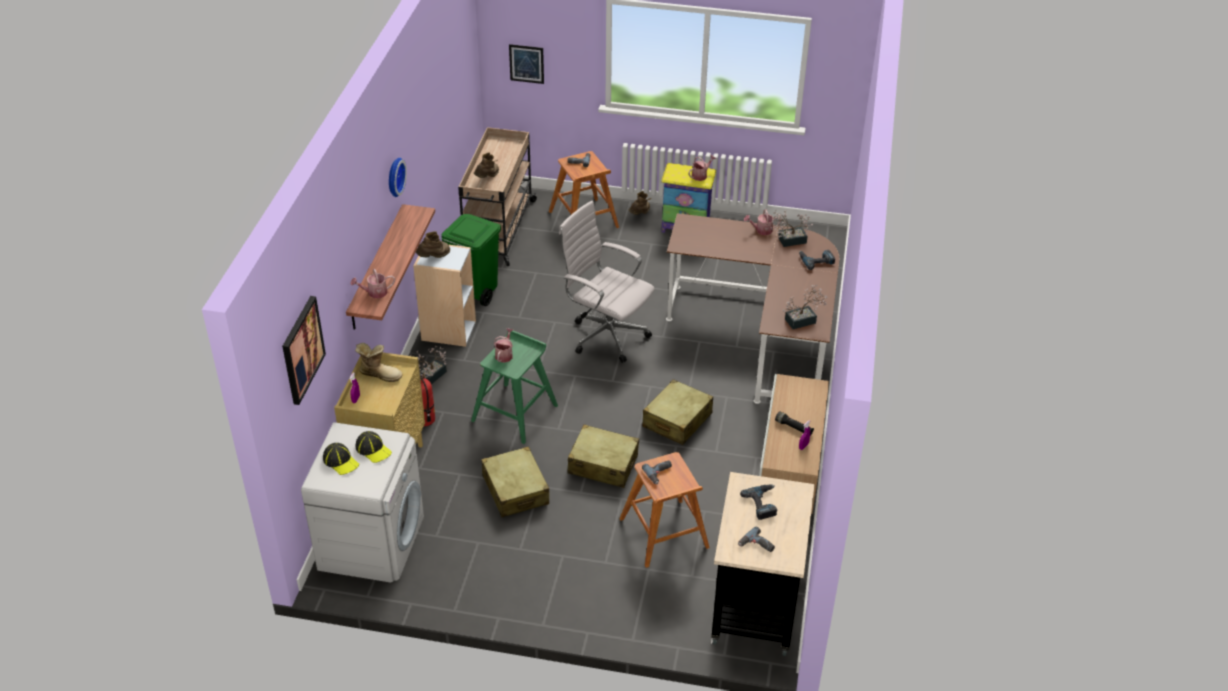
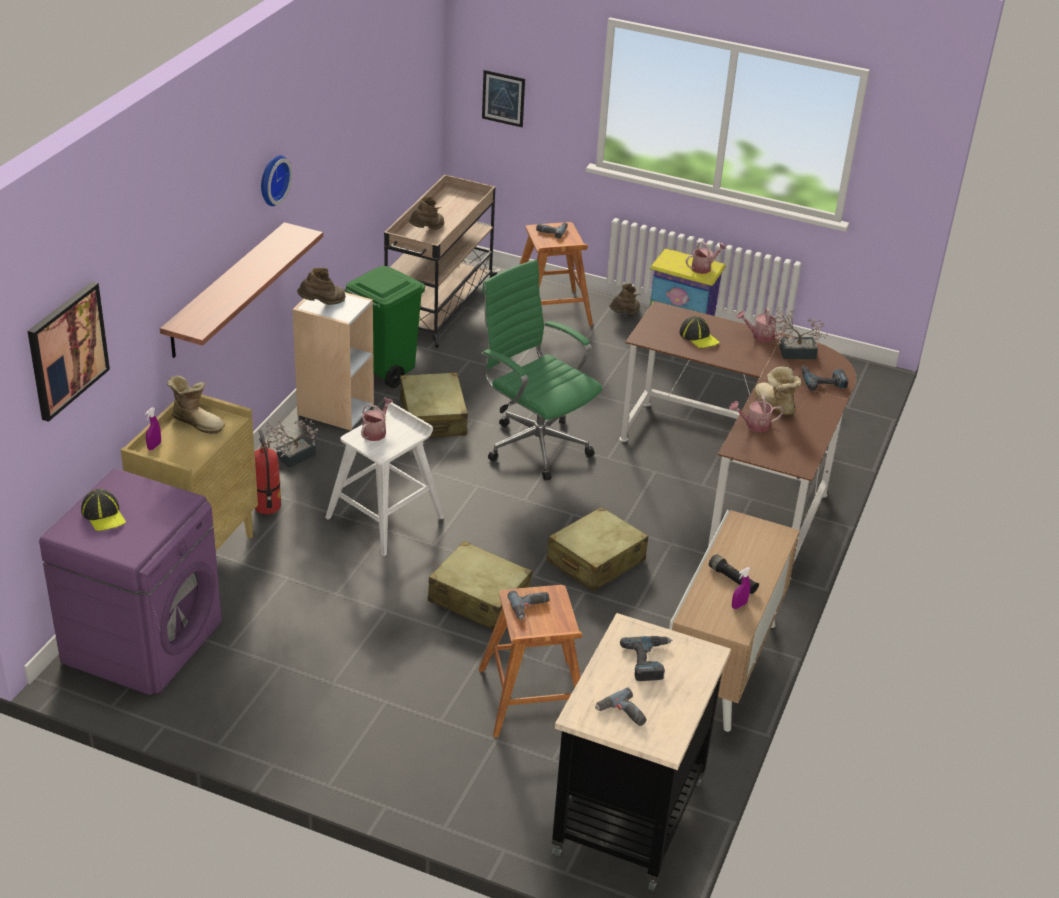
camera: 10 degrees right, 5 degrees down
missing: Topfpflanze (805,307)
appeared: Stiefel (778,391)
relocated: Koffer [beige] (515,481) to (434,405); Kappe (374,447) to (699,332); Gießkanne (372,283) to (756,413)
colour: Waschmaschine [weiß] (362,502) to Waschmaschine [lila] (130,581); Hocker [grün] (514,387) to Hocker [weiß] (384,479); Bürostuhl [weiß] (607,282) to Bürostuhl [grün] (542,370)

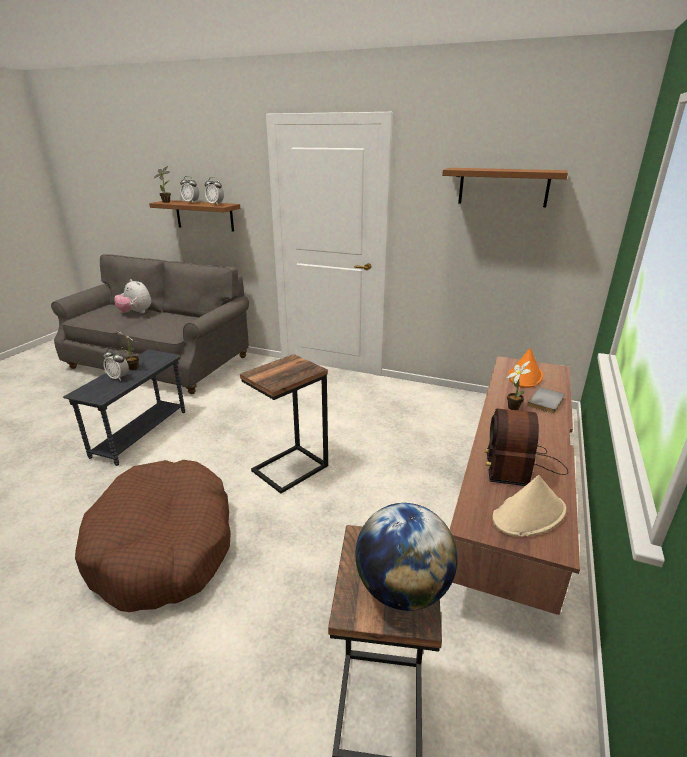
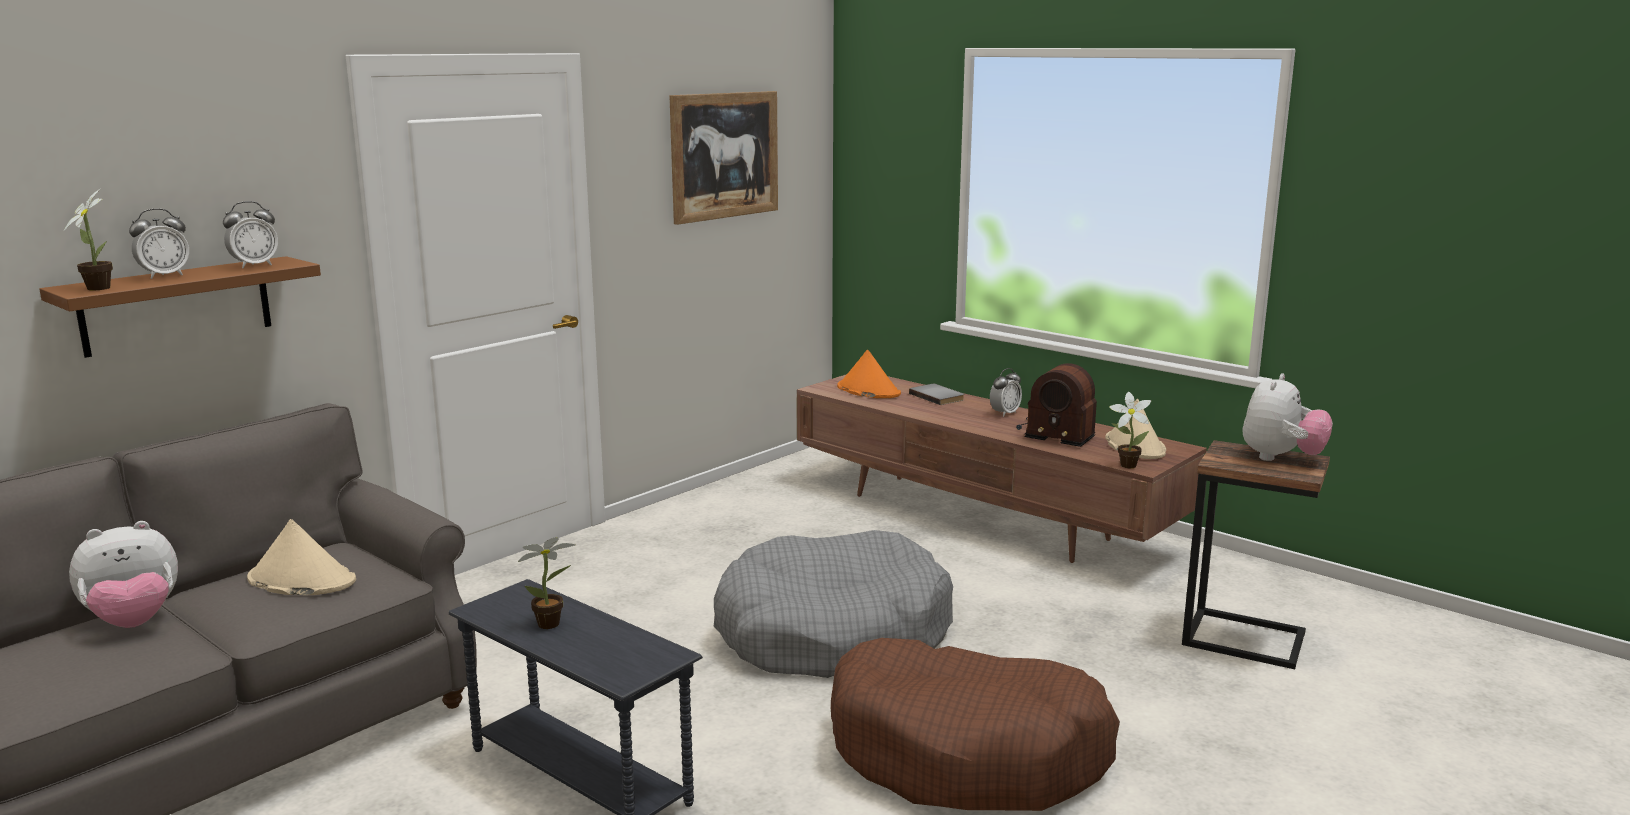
camera: 70 degrees left, 10 degrees down
appeared: Hut [beige] (301,557)
relocated: Wecker (116,364) to (1006,392); Topfpflanze (518,385) to (1130,430)
exchanged: Wandregal [braun] (505,187) to Bild (723,158); Beistelltisch (284,424) to Hundebett [grau] (833,604); Globus (406,557) to Plüschtier (1288,417)

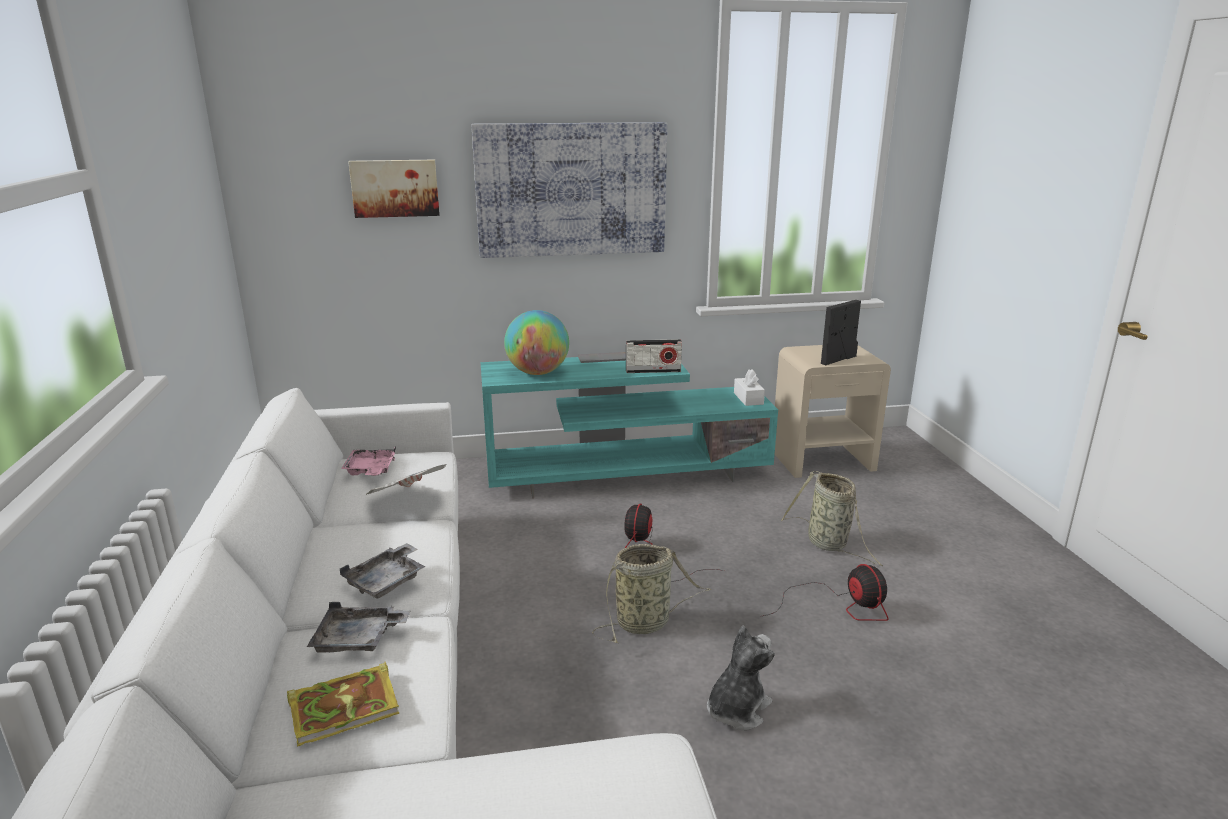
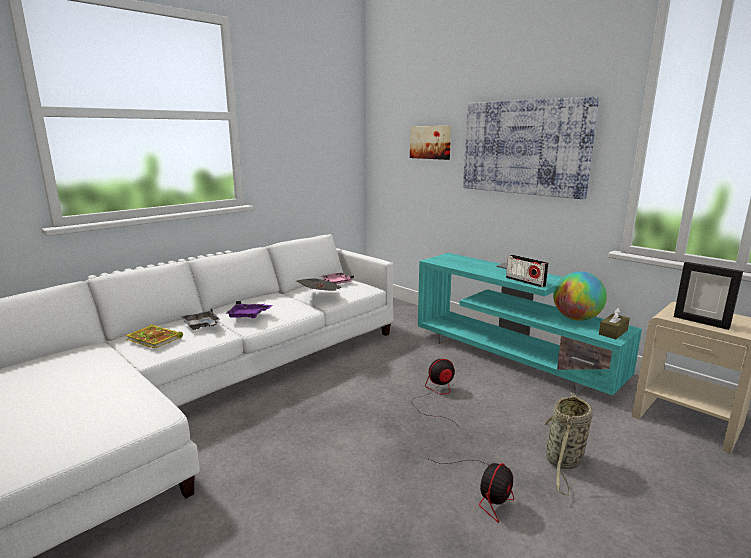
camera: 55 degrees right, 5 degrees down
missing: Korb (652,593); Plüschtier (740,678)
relocated: Globus (536,342) to (580,296)
colour: Tablett [grau] (383,571) to Tablett [lila] (249,309); Taschentuchbox [weiß] (749,388) to Taschentuchbox [braun] (614,323)
spun: Bilderrahmen (841,332) = (708,296) 150 degrees counterclockwise

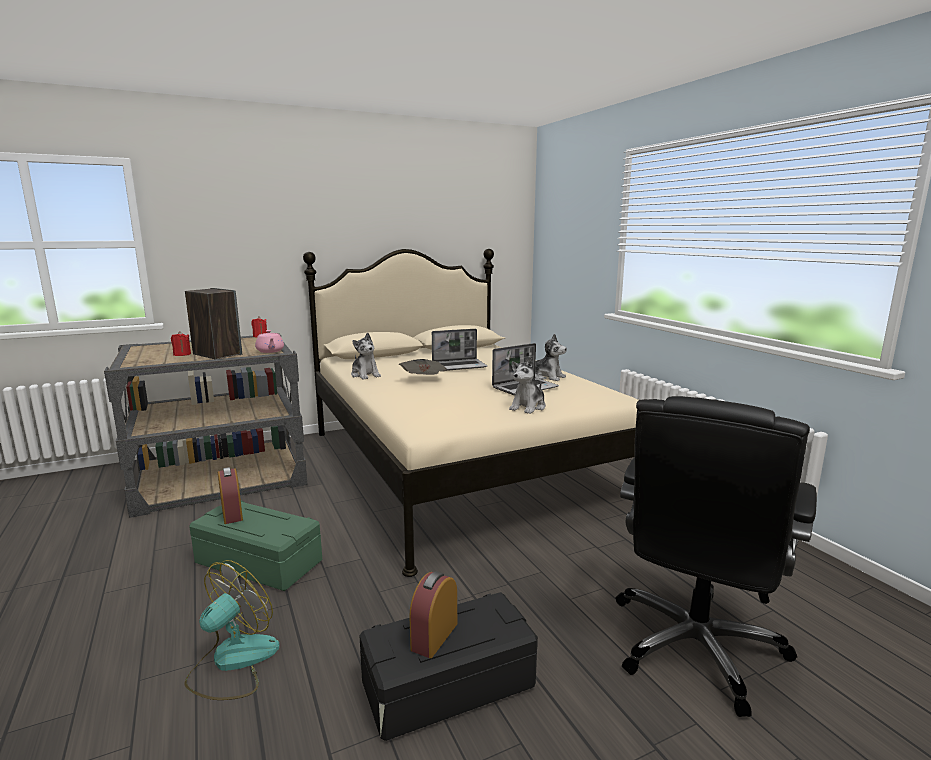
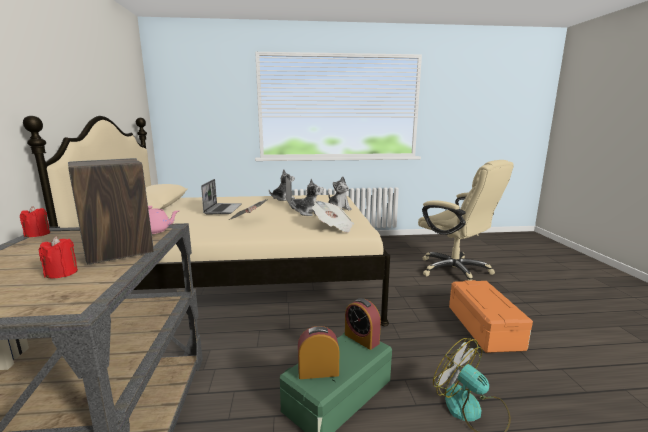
camera: 70 degrees left, 0 degrees up
appeared: Zeitung (333,217)
relocated: Plüschtier (366,356) to (307,197); Wecker (433,614) to (363,324)
colour: Bürostuhl [schwarz] (716,556) to Bürostuhl [beige] (466,220); Aufbewahrungsbox [schwarz] (448,666) to Aufbewahrungsbox [orange] (491,316)

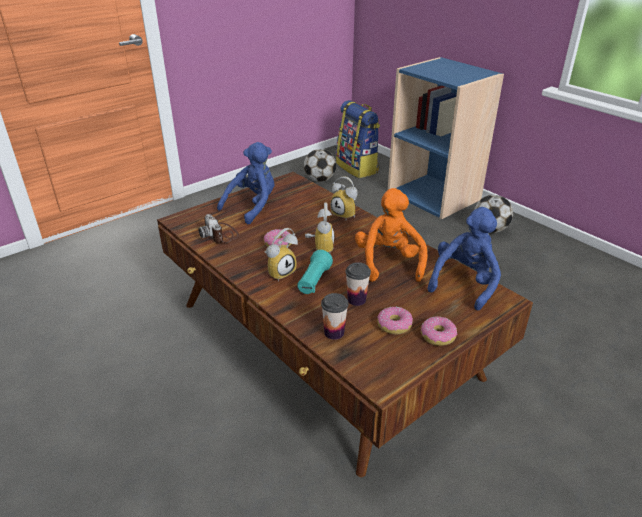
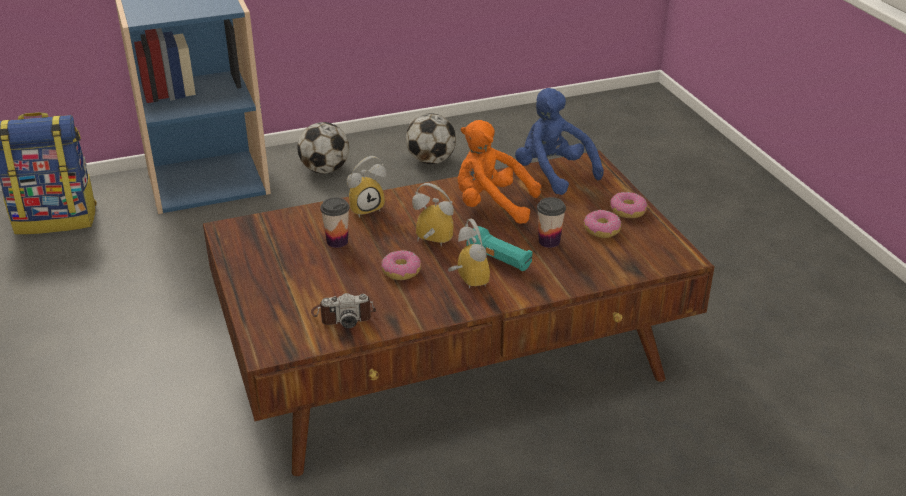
camera: 70 degrees left, 0 degrees up
missing: Plüschtier [blau] (246,183)
relocated: Tasse (334,316) to (334,222); Fußball (320,165) to (431,138)

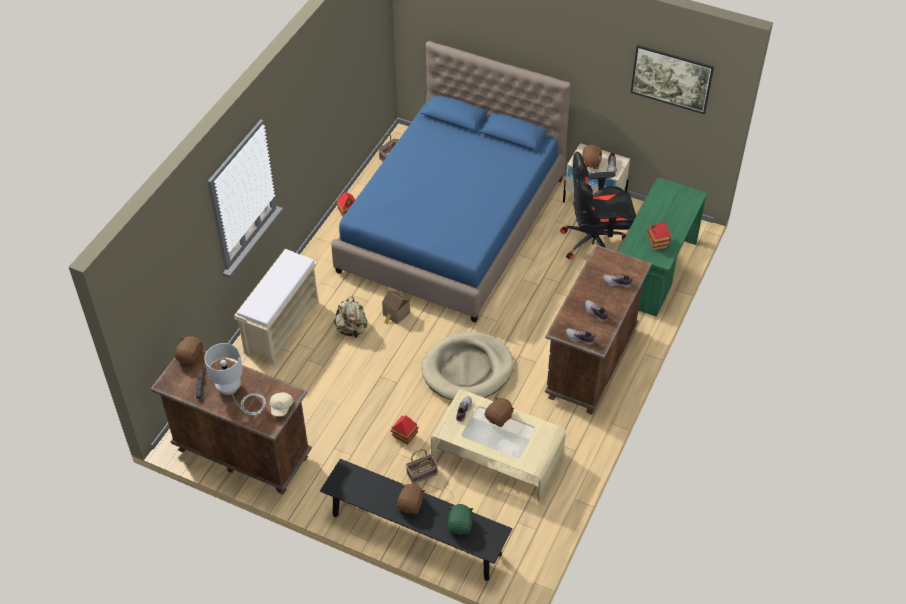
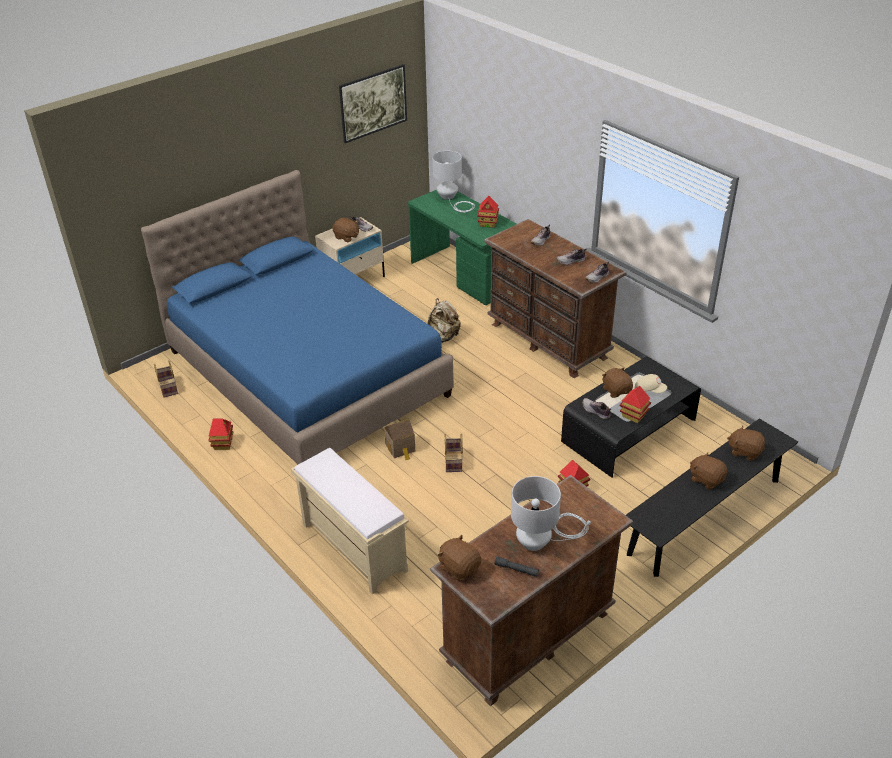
camera: 65 degrees left, 10 degrees down
missing: Hundebett [beige] (467,366); Bürostuhl [schwarz] (598,205)
appeared: Tischlampe [grau] (453,182); Spielzeughaus (635,404)
relocated: Rucksack [beige] (350,317) to (444,320); Korb (422,466) to (453,452); Kappe [beige] (281,404) to (651,383)
colour: Couchtisch [beige] (498,446) to Couchtisch [schwarz] (631,417); Plüschtier [grün] (460,519) to Plüschtier [braun] (746,443)

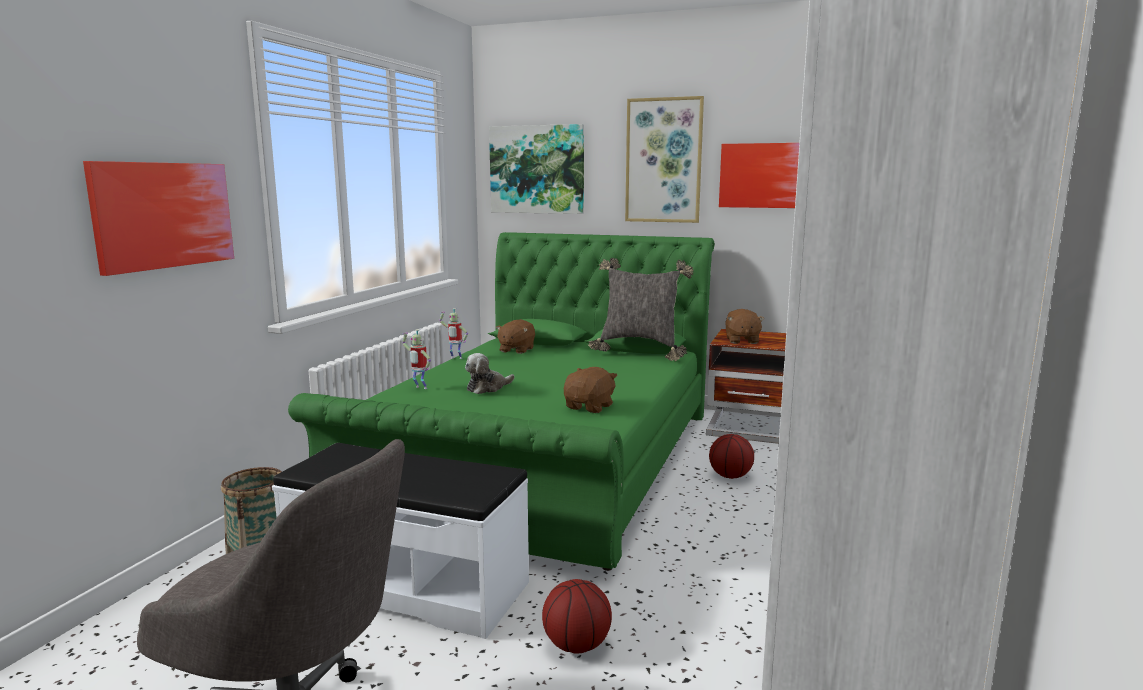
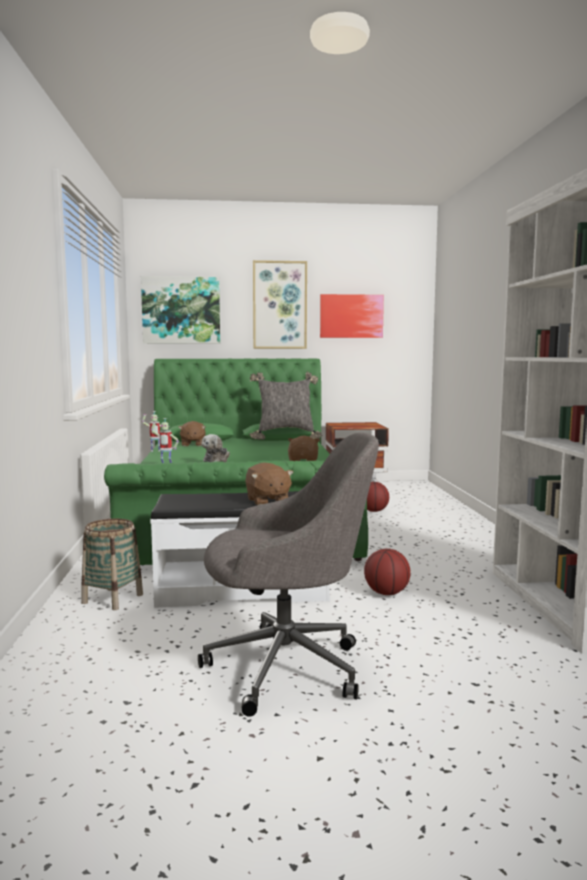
camera: 25 degrees left, 5 degrees down
missing: Bild (158,218)
relocated: Plüschtier [braun] (745,326) to (269,483)

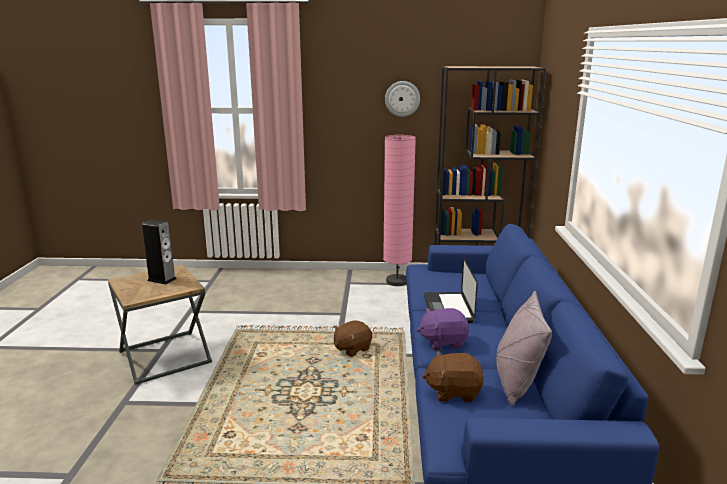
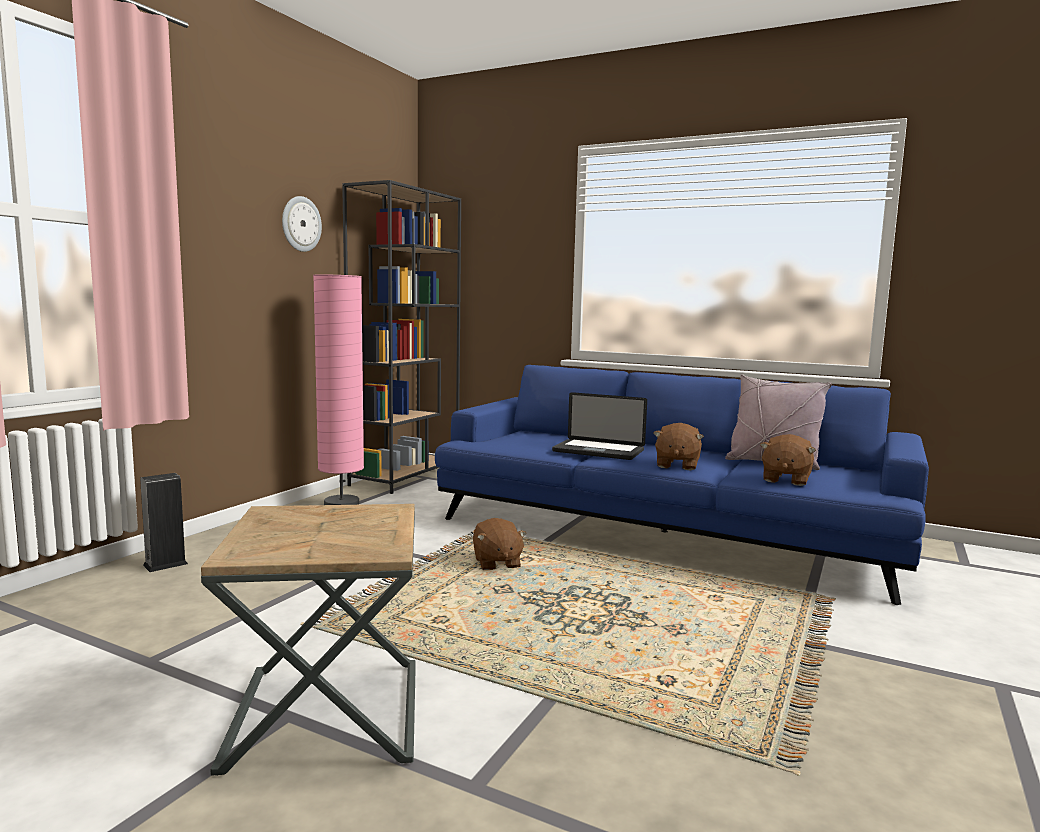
camera: 65 degrees left, 10 degrees down
relocated: Lautsprecher (159,252) to (164,522)
colour: Plüschtier [lila] (443,329) to Plüschtier [braun] (678,446)

